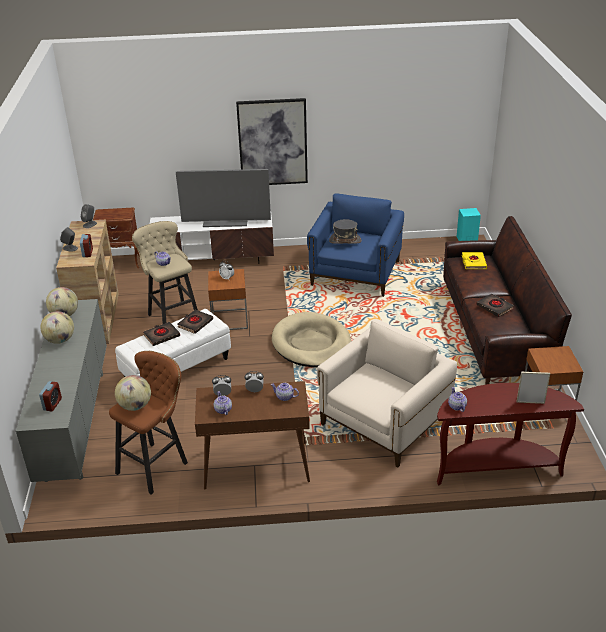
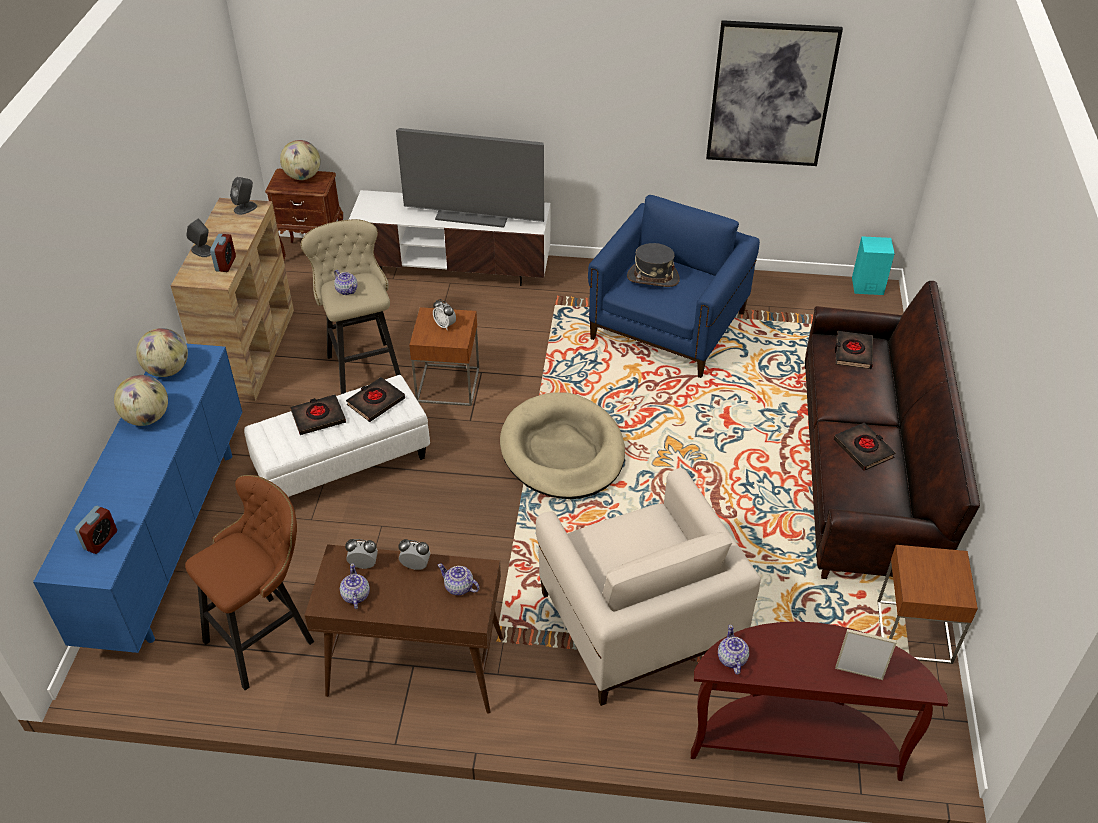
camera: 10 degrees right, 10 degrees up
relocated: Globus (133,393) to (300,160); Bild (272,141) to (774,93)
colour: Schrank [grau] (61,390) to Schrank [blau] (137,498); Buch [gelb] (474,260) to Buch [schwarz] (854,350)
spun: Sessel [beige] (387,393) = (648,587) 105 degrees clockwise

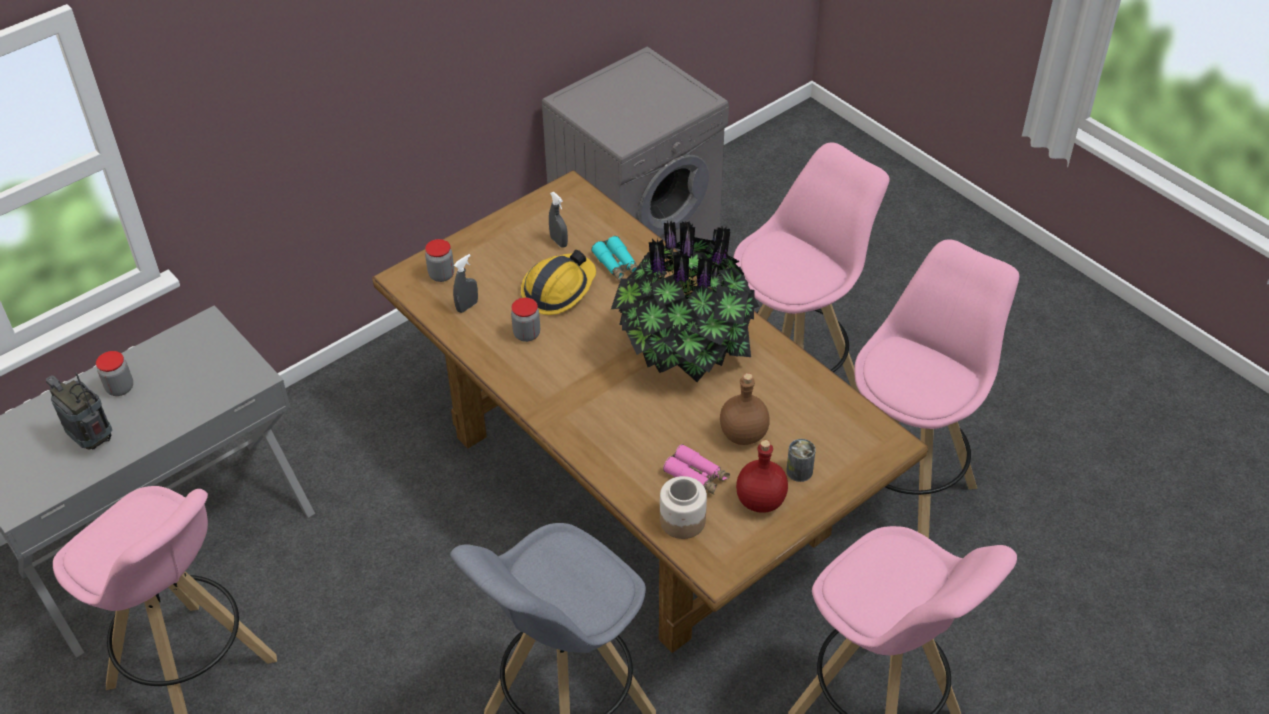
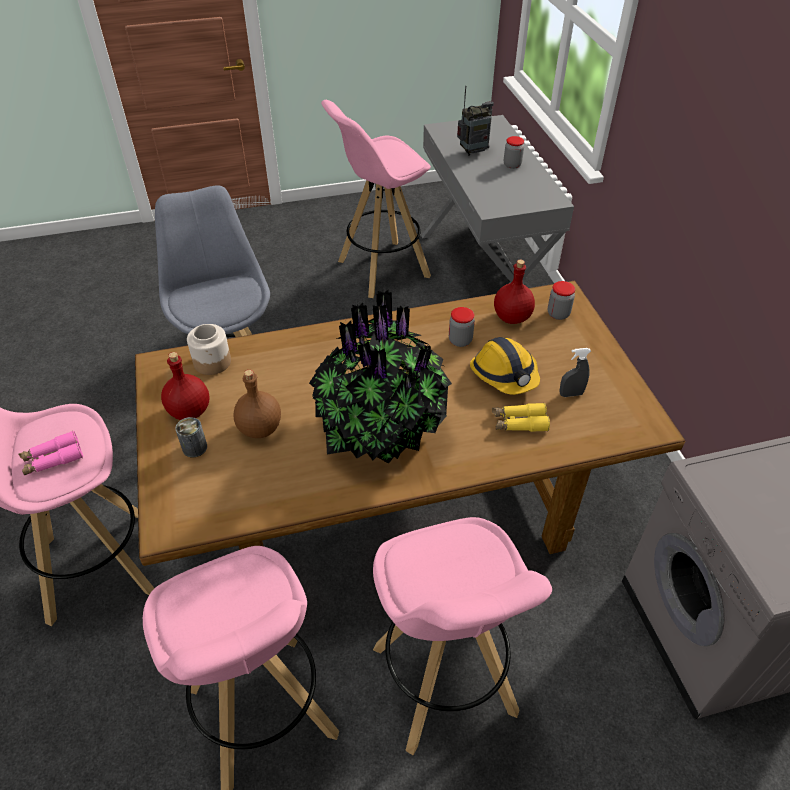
camera: 115 degrees right, 0 degrees up
relocated: Fernglas [rosa] (696,469) to (51,453)
exchanged: Sprühflasche [grau] (465,283) to Flasche [rot] (514,292)
colour: Fernglas [türkis] (614,258) to Fernglas [gelb] (521,417)

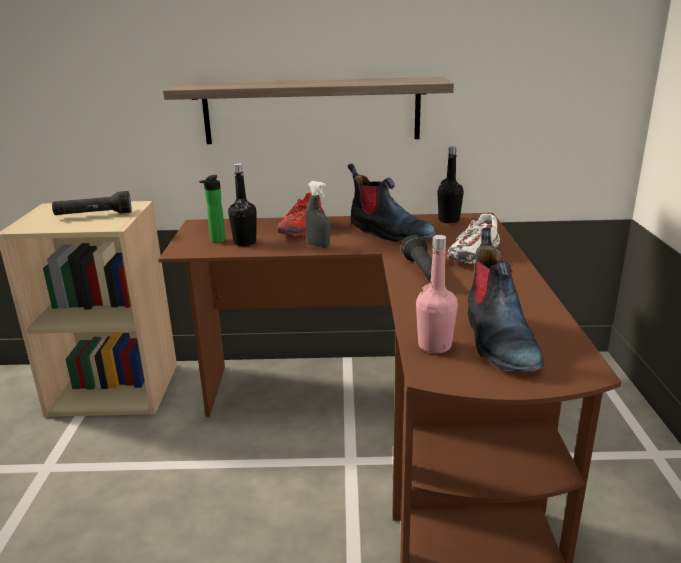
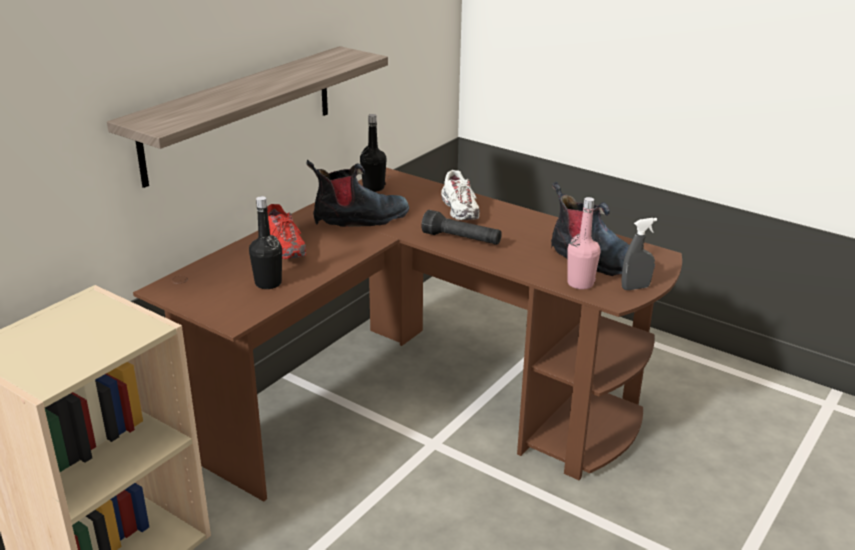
camera: 55 degrees left, 5 degrees up
missing: Taschenlampe [schwarz] (92,203); Flasche (212,209)
relocated: Sprühflasche [grau] (317,214) to (639,254)

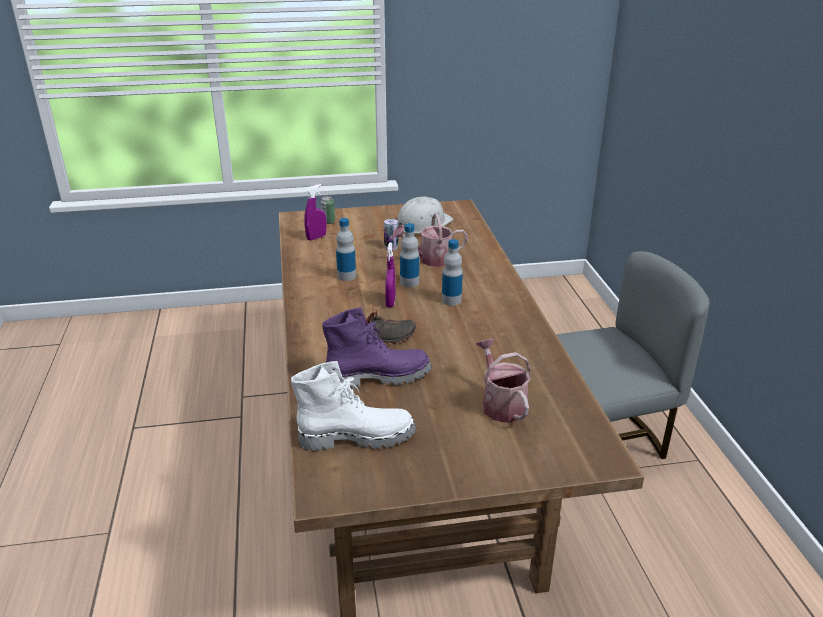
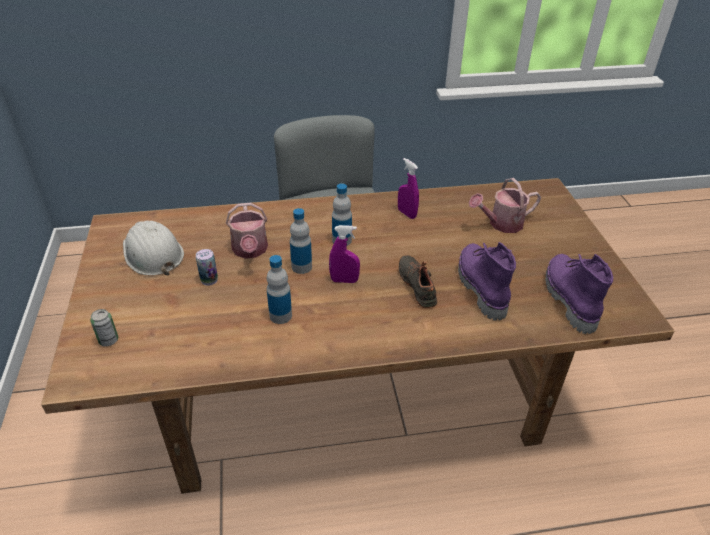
camera: 90 degrees left, 10 degrees up
relocated: Sprühflasche [lila] (315,212) to (408,188)
colour: Stiefel [weiß] (353,406) to Stiefel [lila] (579,294)

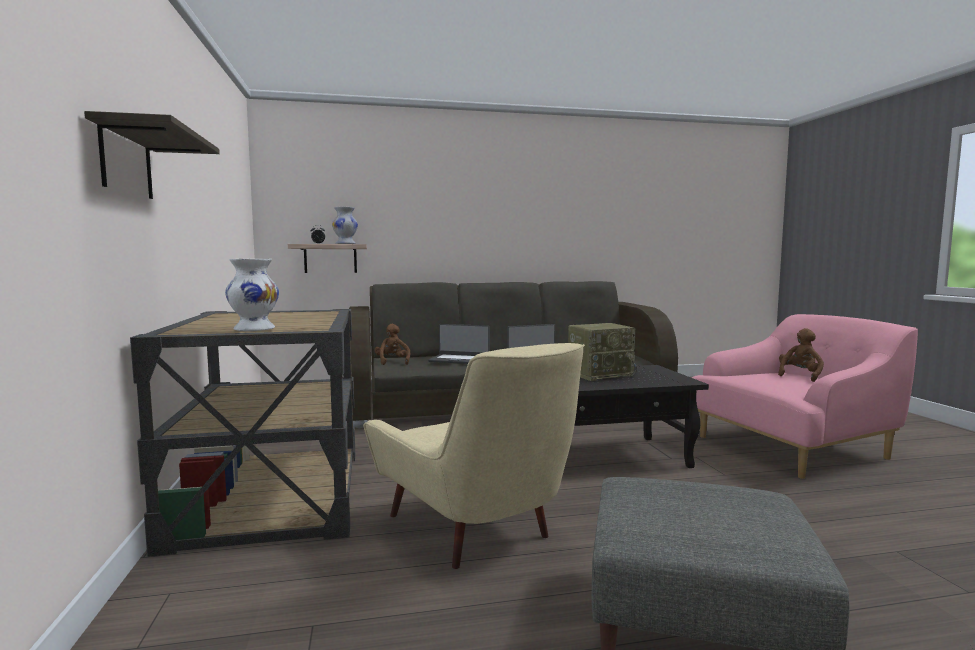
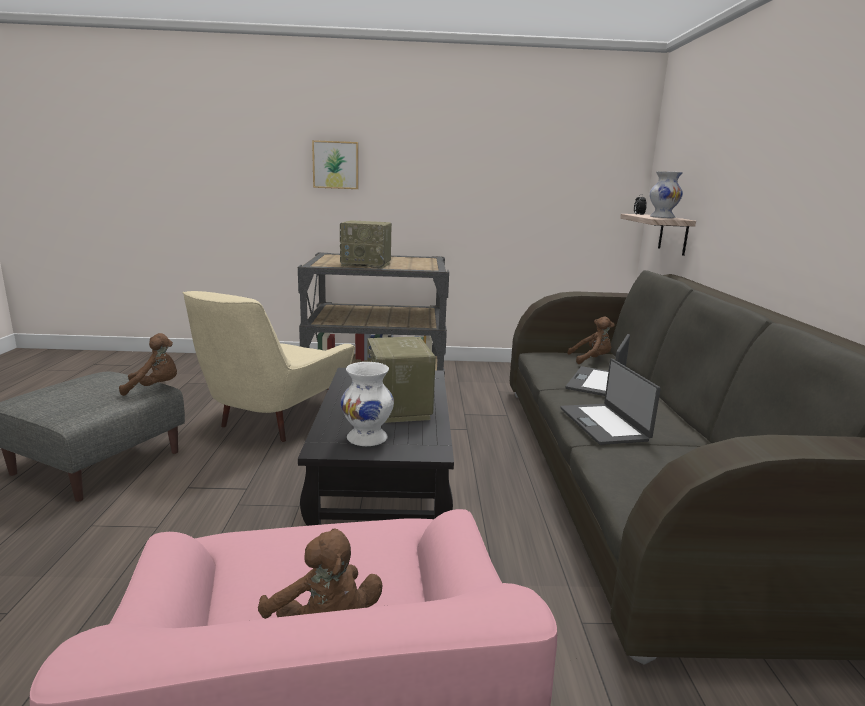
camera: 100 degrees right, 10 degrees up
appeared: Plüschtier [braun] (148,364); Radio (366,244)
relocated: Vase [weiß] (252,295) to (367,404)
exchanged: Wandregal (152,155) to Bild (335,164)
spun: Sessel [beige] (474,456) = (269,366) 45 degrees counterclockwise

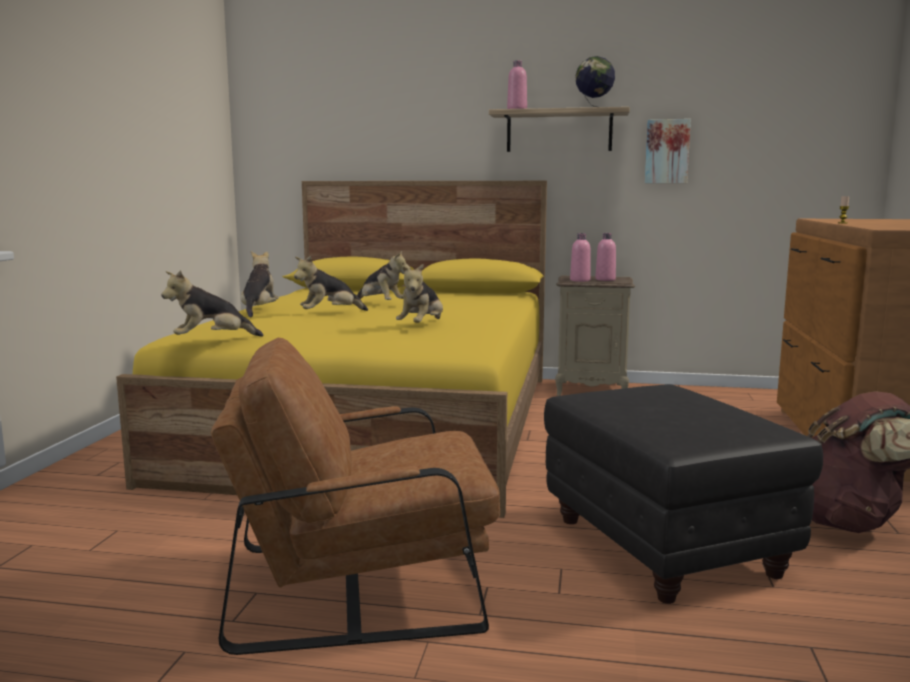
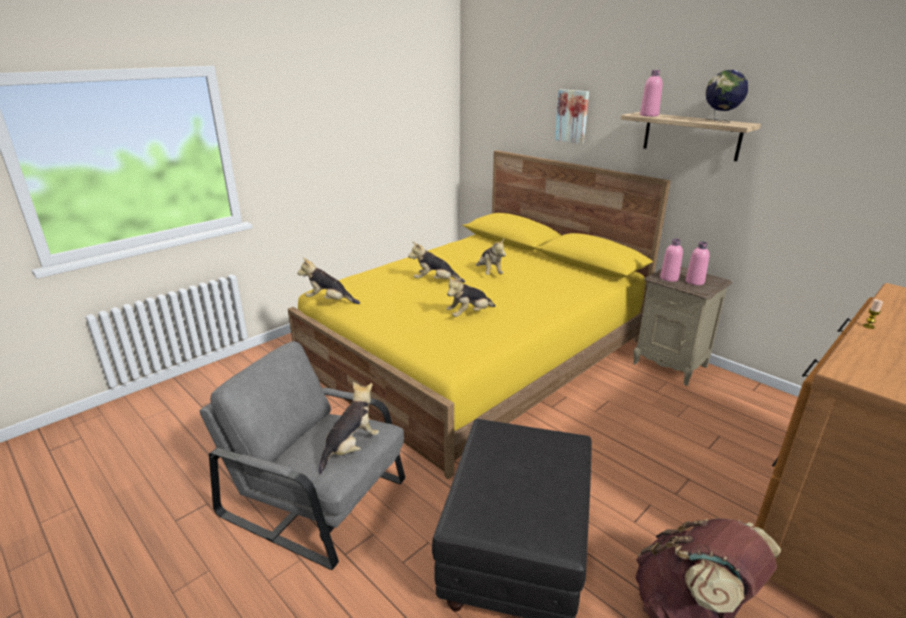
camera: 35 degrees right, 15 degrees up
relocated: Plüschtier (260,284) to (349,428); Bild (668,151) to (572,116)
colour: Sessel [braun] (355,496) to Sessel [grau] (302,455)

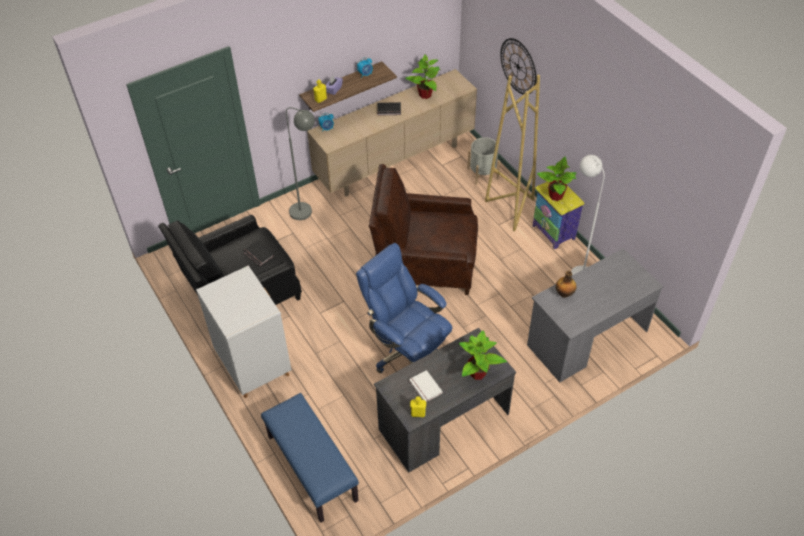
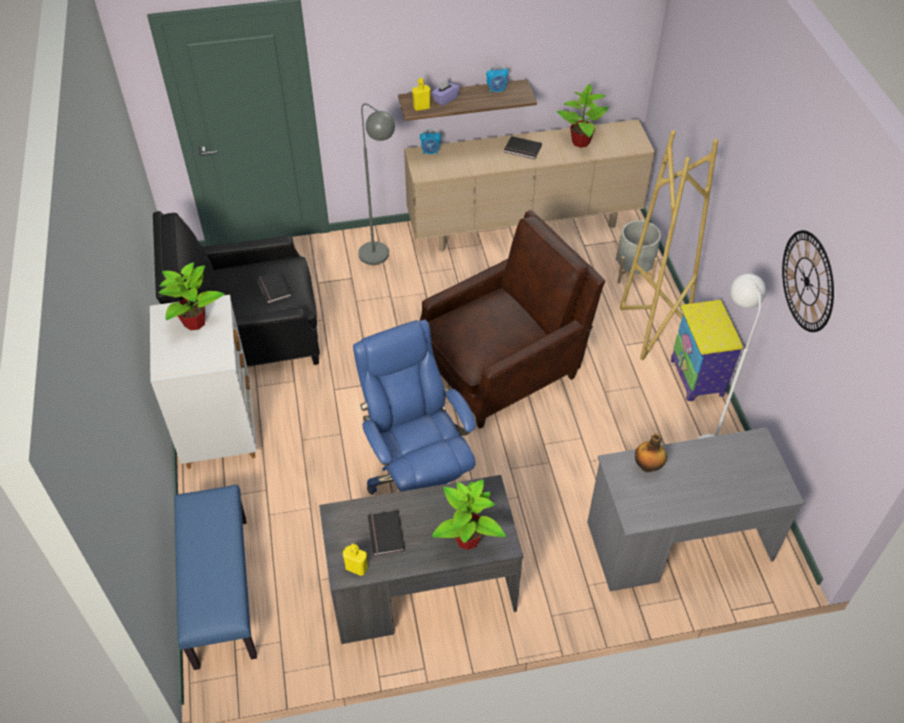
camera: 20 degrees right, 0 degrees up
relocated: Topfpflanze (556,179) to (191,296); Wanduhr (518,66) to (808,281)
colour: Buch [weiß] (426,386) to Buch [schwarz] (386,533)
spun: Sessel [braun] (423,229) = (512,319) 120 degrees clockwise

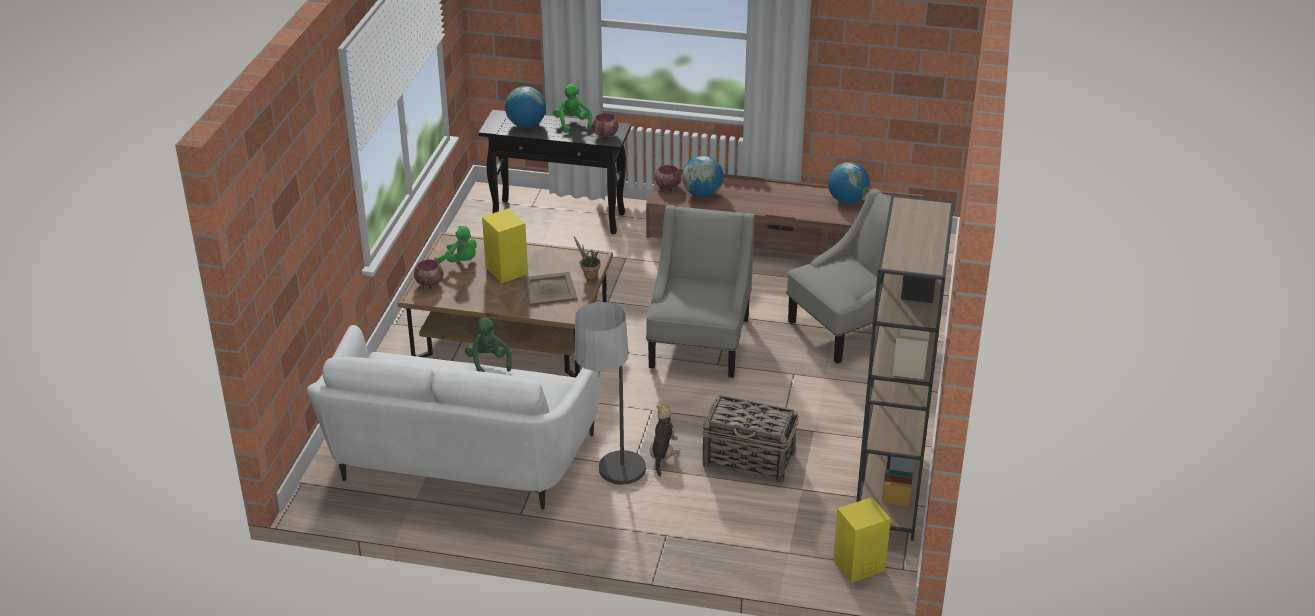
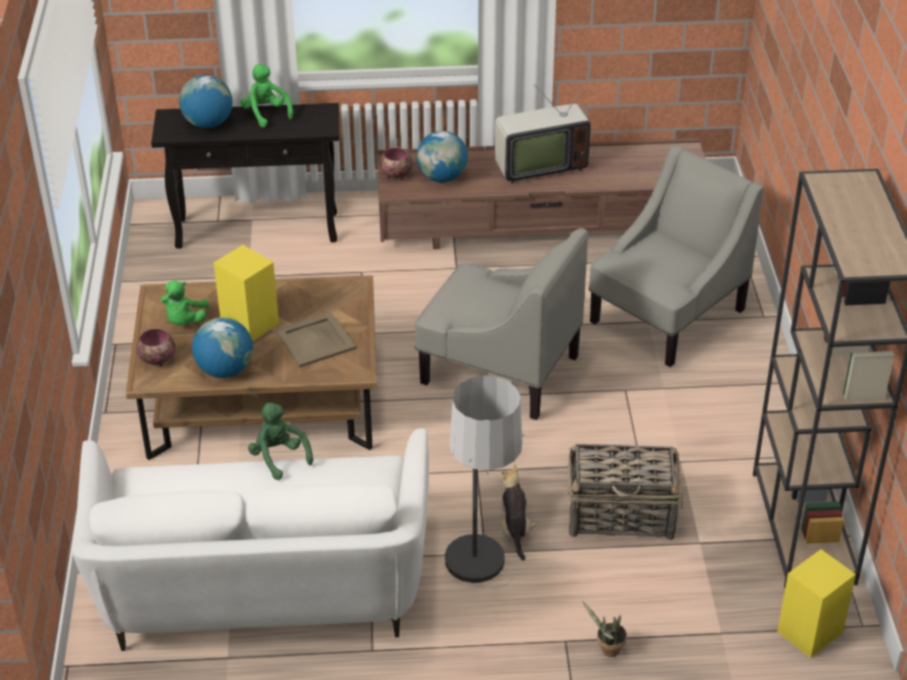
camera: 15 degrees left, 5 degrees up
missing: Schüssel (605,126)
appeared: Fernseher (542,128)
relocated: Globus (849,183) to (222,347); Topfpflanze (587,257) to (605,629)
spun: Plüschtier [grün] (455,245) = (185,302) 90 degrees clockwise; Sessel [grau] (700,291) = (501,324) 120 degrees clockwise

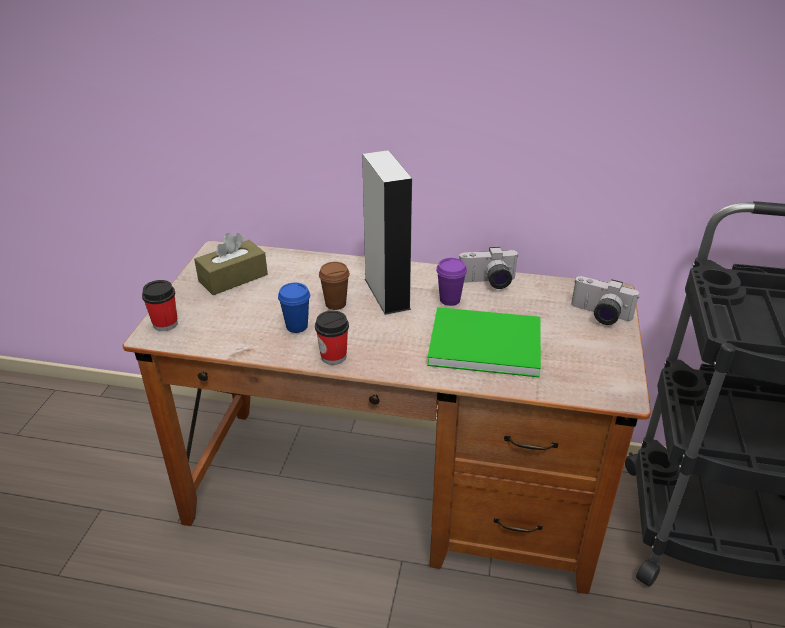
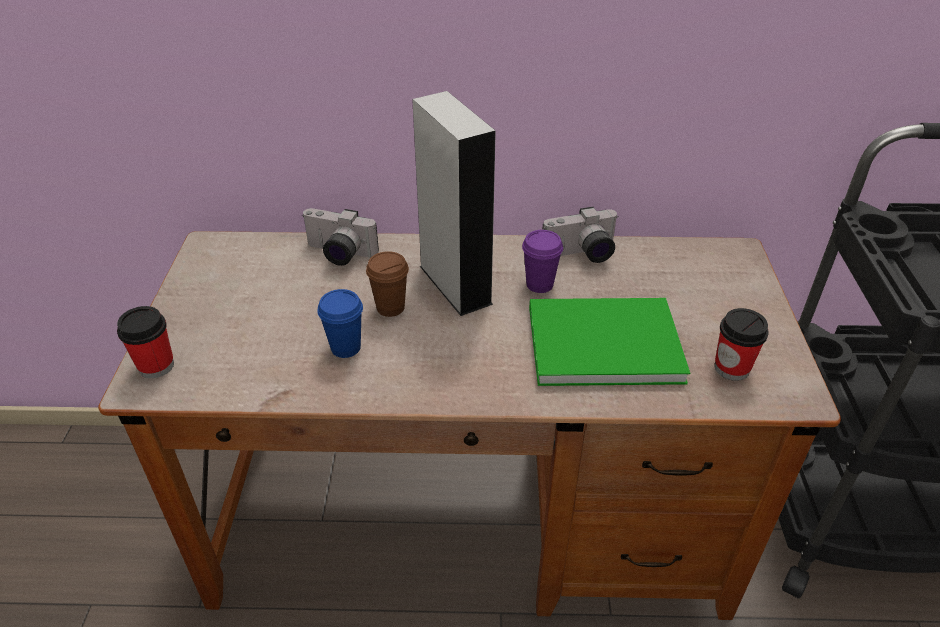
camera: 10 degrees left, 5 degrees up
missing: Taschentuchbox [braun] (231,264)
relocated: Kamera (605,300) to (340,237); Tasse (332,337) to (741,344)

